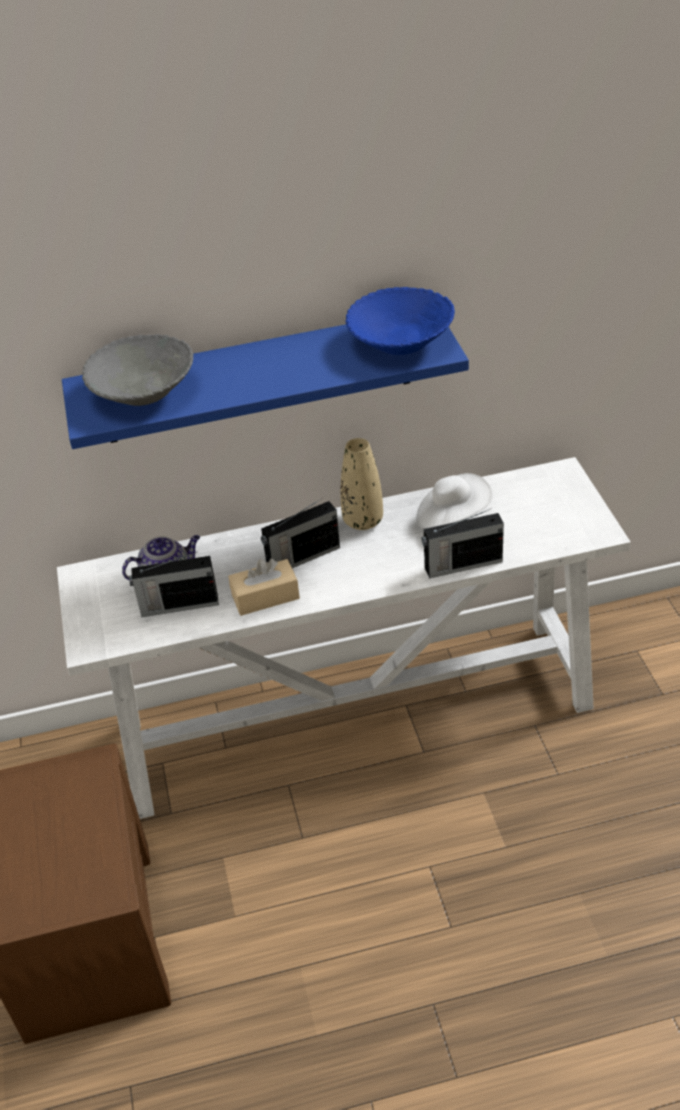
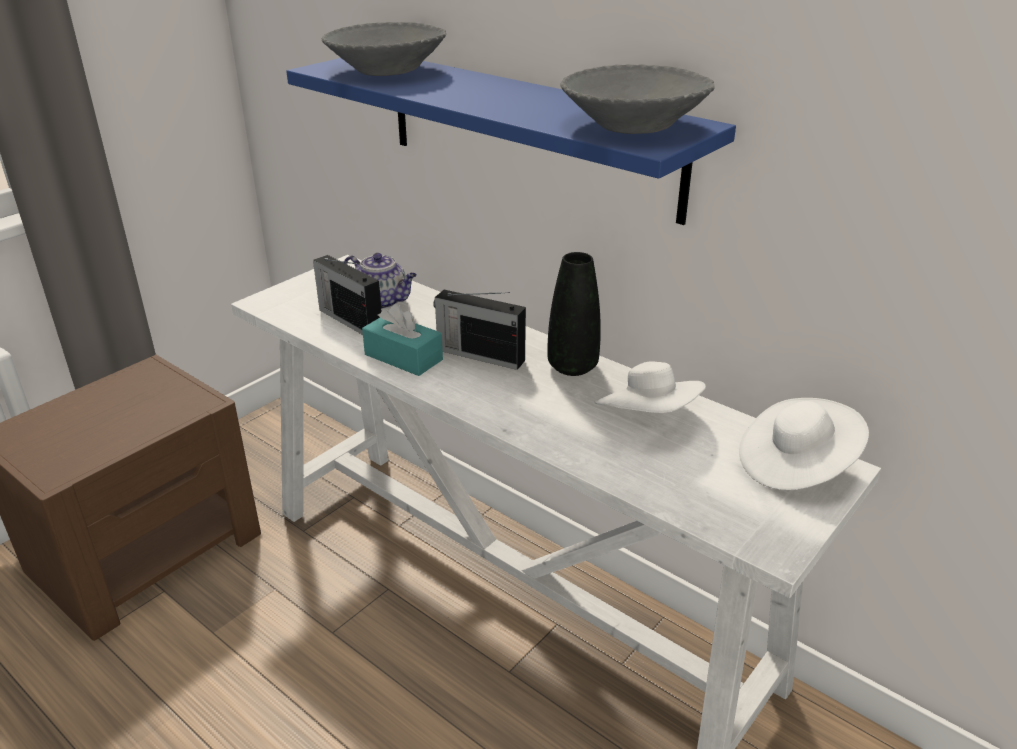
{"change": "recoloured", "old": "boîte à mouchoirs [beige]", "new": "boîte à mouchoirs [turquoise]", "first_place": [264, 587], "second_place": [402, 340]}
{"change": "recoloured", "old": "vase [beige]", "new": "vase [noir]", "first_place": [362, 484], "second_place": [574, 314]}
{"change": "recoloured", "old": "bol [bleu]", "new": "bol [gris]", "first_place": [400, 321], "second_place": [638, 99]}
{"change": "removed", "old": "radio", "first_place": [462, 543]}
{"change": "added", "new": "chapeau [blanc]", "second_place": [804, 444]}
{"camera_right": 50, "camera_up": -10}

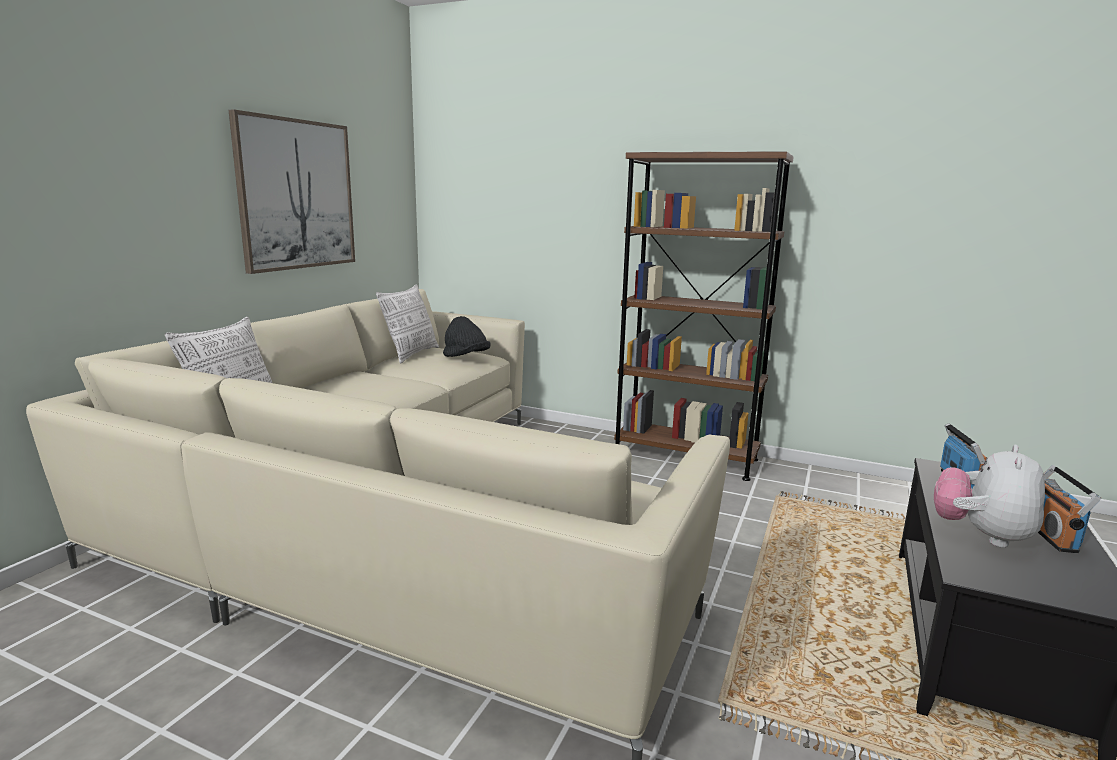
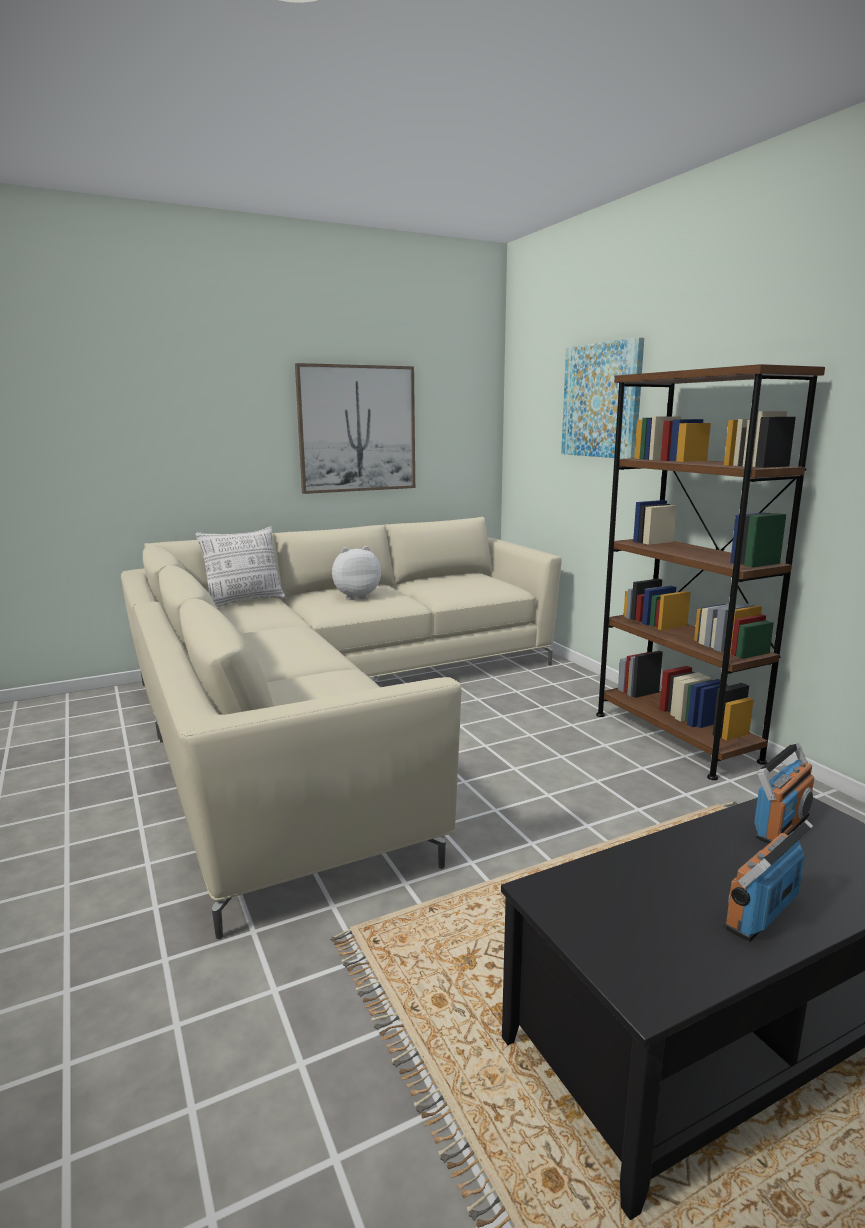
{"change": "removed", "old": "coussin", "first_place": [407, 323]}
{"change": "removed", "old": "chapeau [noir]", "first_place": [467, 336]}
{"change": "moved", "old": "peluche", "first_place": [989, 496], "second_place": [356, 573]}
{"change": "added", "new": "tableau", "second_place": [602, 398]}
{"camera_right": 40, "camera_up": 0}

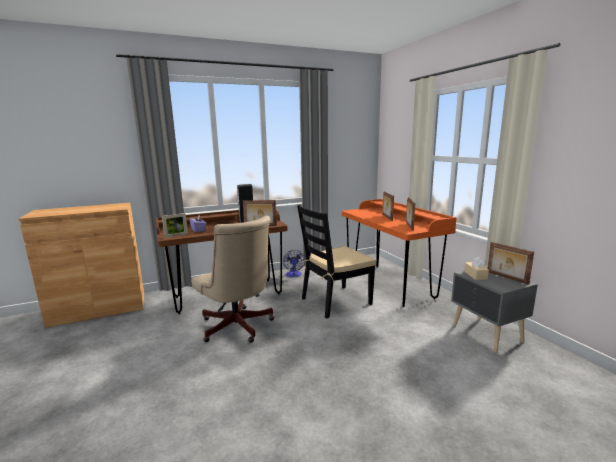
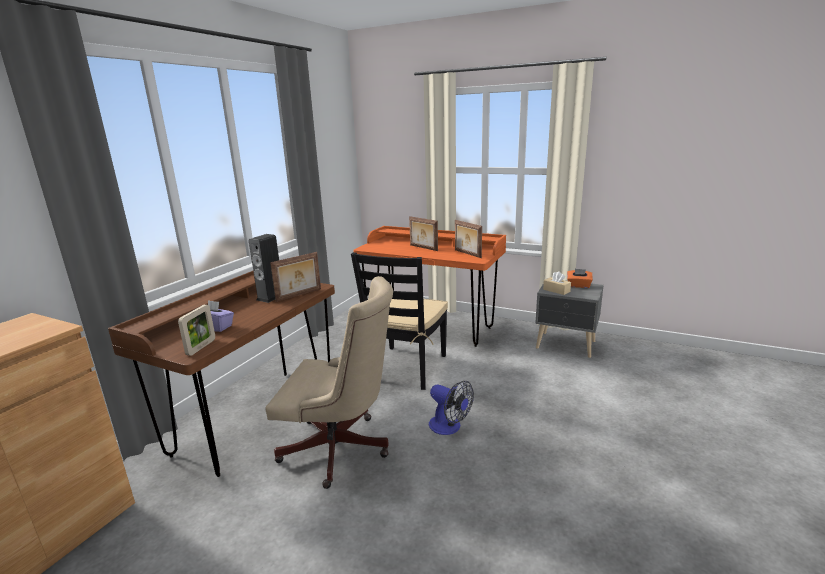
{"change": "moved", "old": "ventilateur", "first_place": [294, 263], "second_place": [451, 408]}
{"change": "replaced", "old": "cadre photo", "new": "boîte à mouchoirs [orange]", "first_place": [510, 263], "second_place": [580, 278]}
{"camera_right": -40, "camera_up": 5}

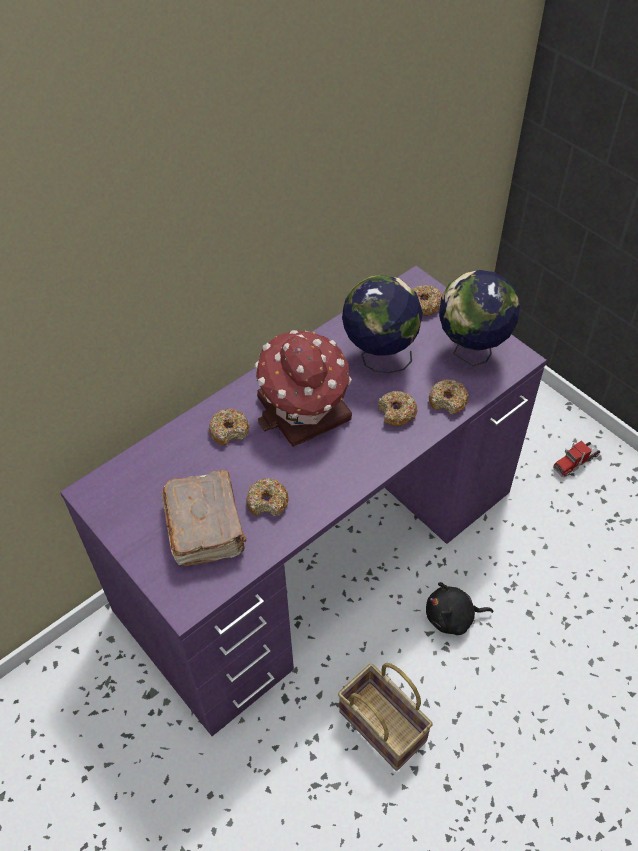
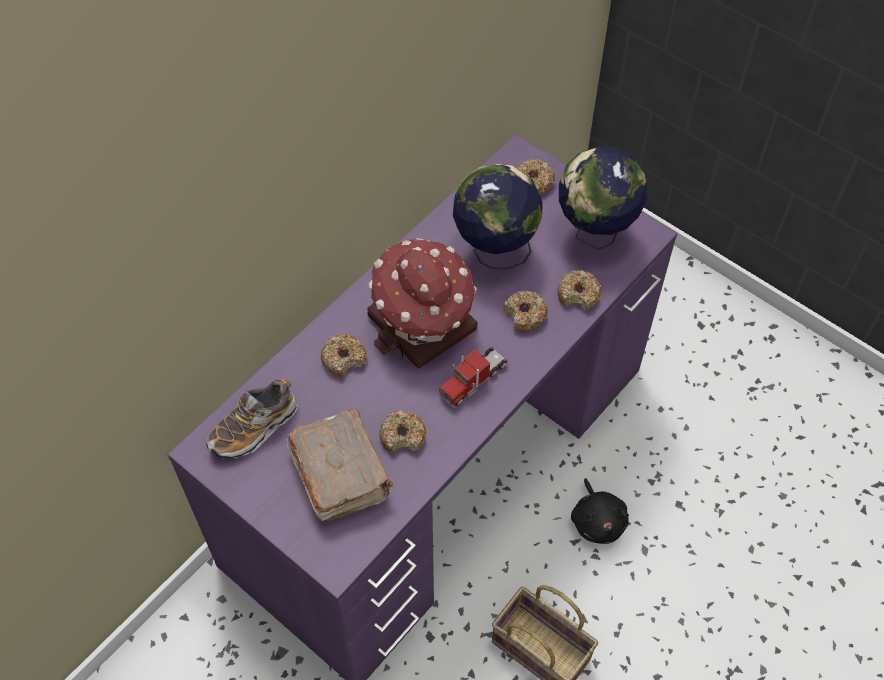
{"change": "turned", "old": "peluche [noir]", "first_place": [460, 608], "second_place": [600, 511], "degrees": -90}
{"change": "moved", "old": "camion jouet", "first_place": [576, 459], "second_place": [473, 377]}
{"change": "added", "new": "chaussure", "second_place": [252, 419]}
{"camera_right": -10, "camera_up": 5}

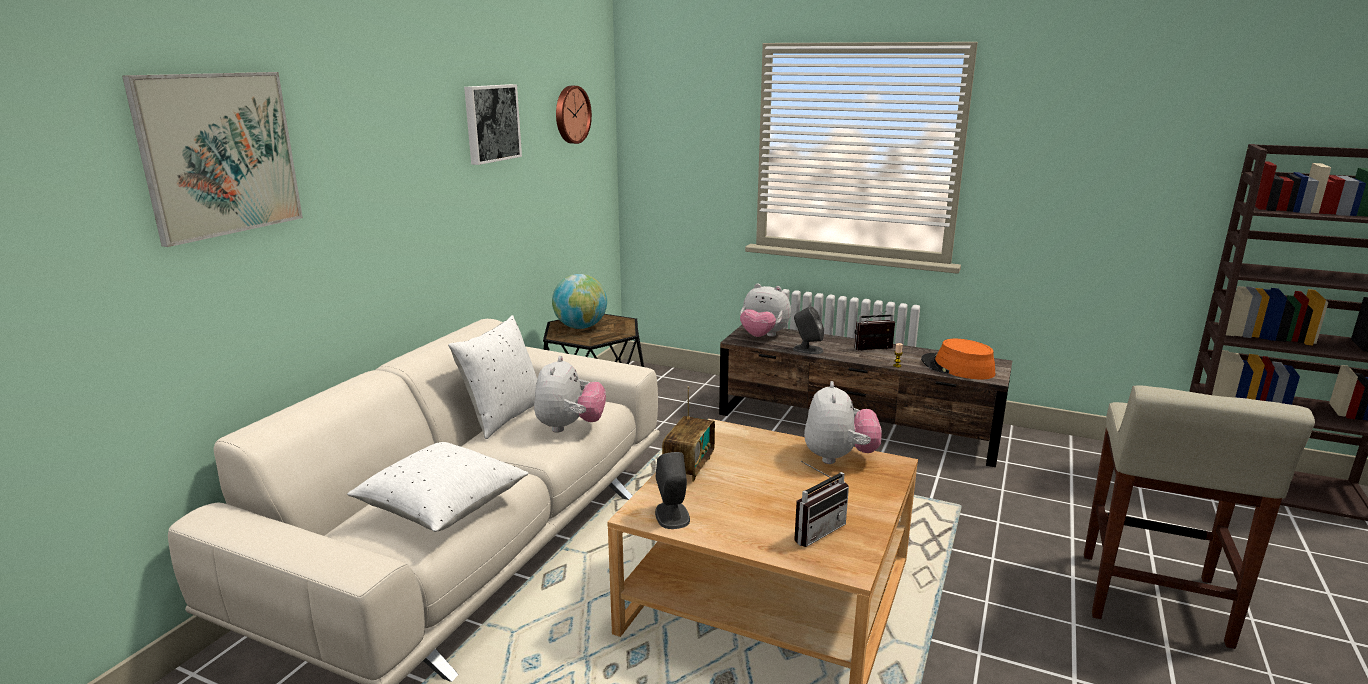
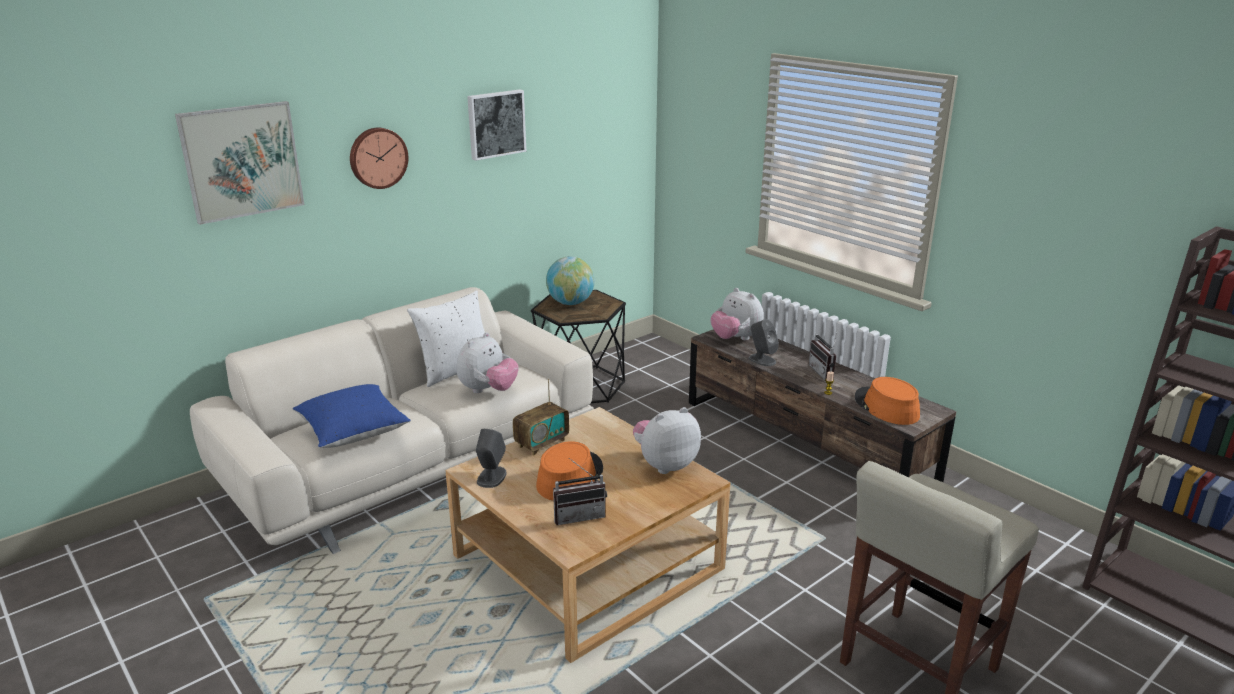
{"change": "recoloured", "old": "coussin [blanc]", "new": "coussin [bleu]", "first_place": [438, 487], "second_place": [352, 416]}
{"change": "moved", "old": "horloge murale", "first_place": [574, 115], "second_place": [379, 158]}
{"change": "turned", "old": "peluche", "first_place": [843, 422], "second_place": [667, 440], "degrees": -150}
{"change": "turned", "old": "radio", "first_place": [874, 331], "second_place": [823, 355], "degrees": -120}
{"change": "added", "new": "chapeau [orange]", "second_place": [569, 471]}
{"camera_right": 25, "camera_up": 5}

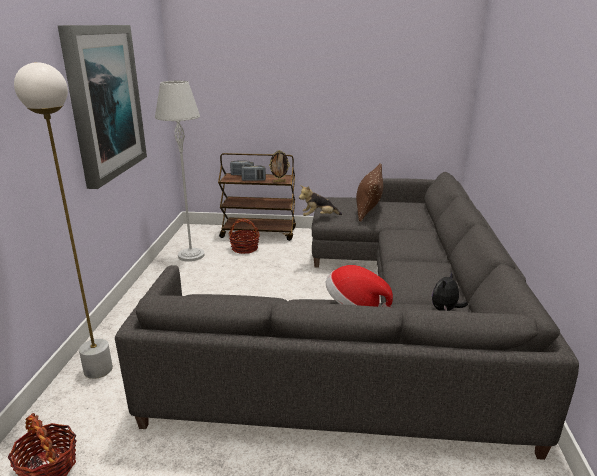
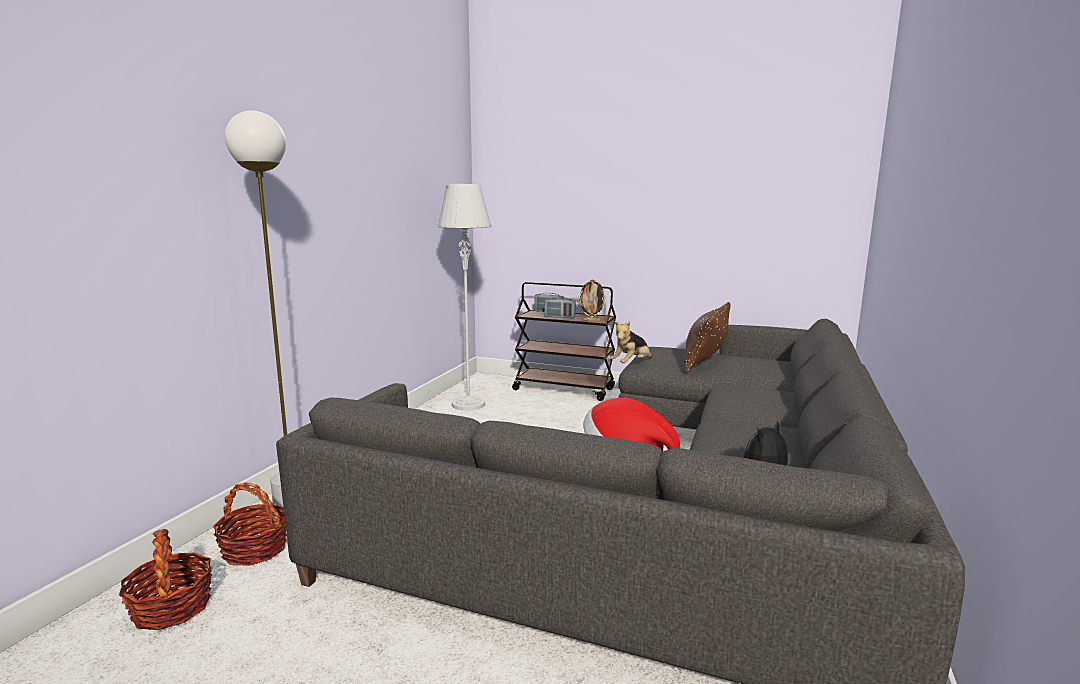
{"change": "removed", "old": "tableau", "first_place": [102, 107]}
{"change": "moved", "old": "panier", "first_place": [244, 236], "second_place": [250, 524]}
{"change": "turned", "old": "peluche", "first_place": [320, 200], "second_place": [631, 342], "degrees": -45}
{"camera_right": 15, "camera_up": -10}

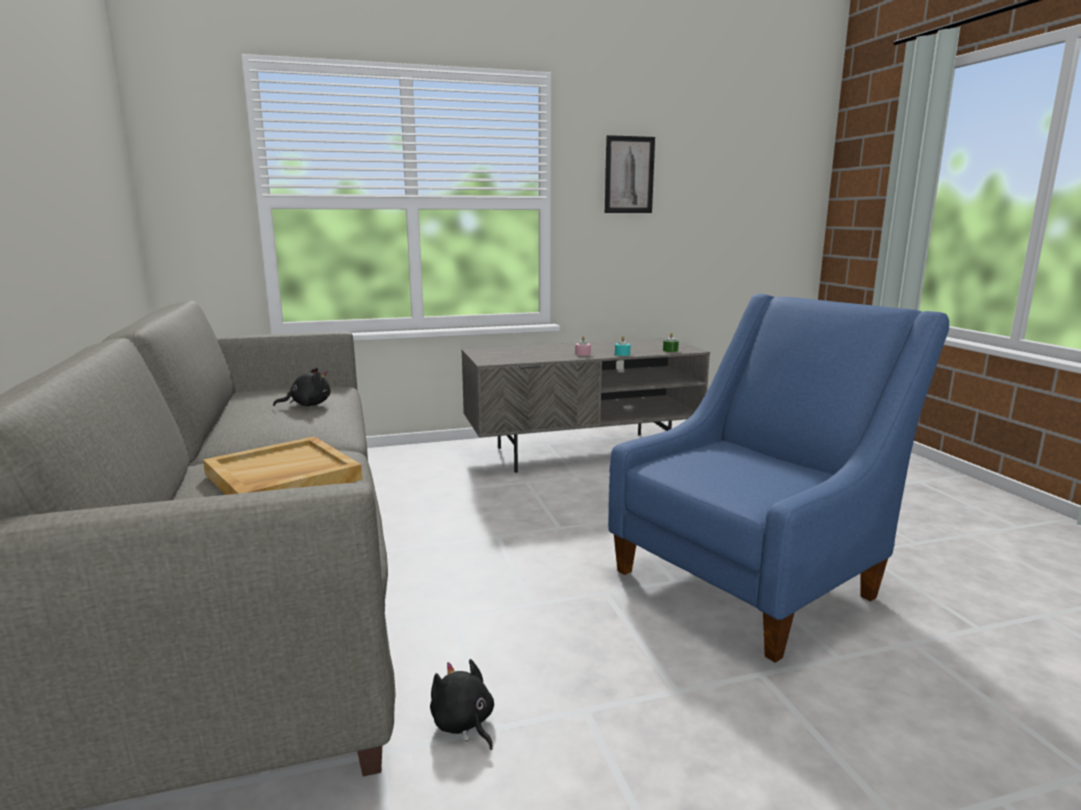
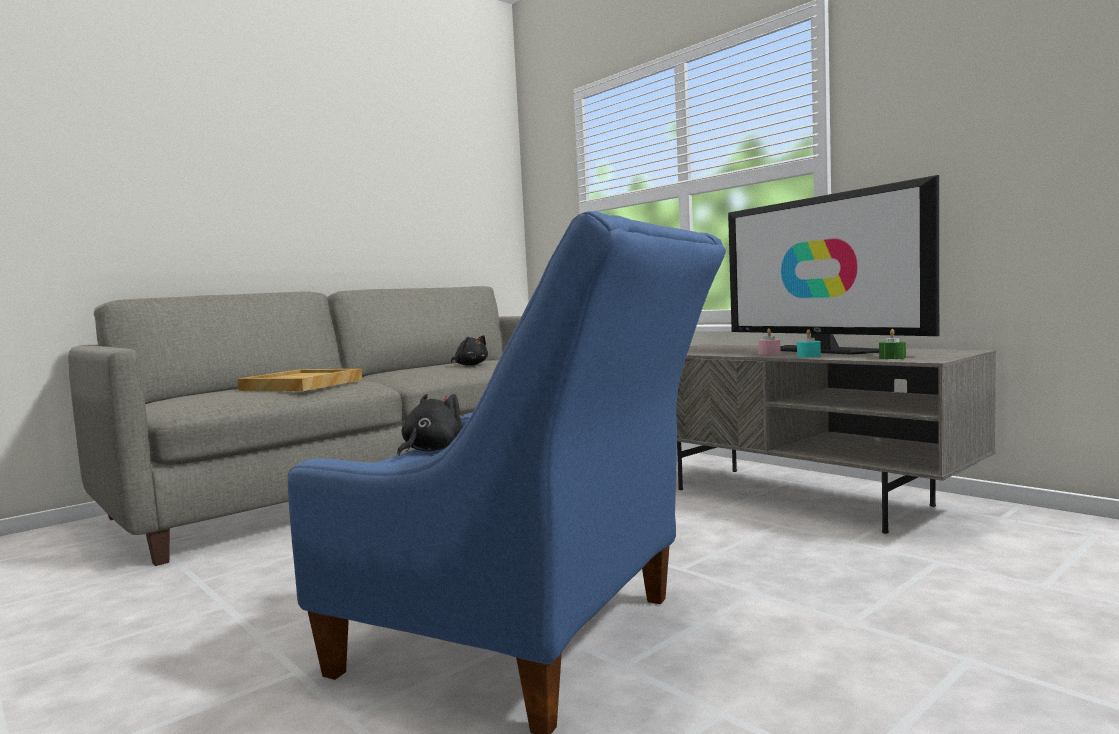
{"change": "moved", "old": "peluche [noir]", "first_place": [462, 704], "second_place": [430, 425]}
{"change": "removed", "old": "tableau", "first_place": [630, 174]}
{"change": "added", "new": "téléviseur", "second_place": [833, 265]}
{"camera_right": 65, "camera_up": -10}

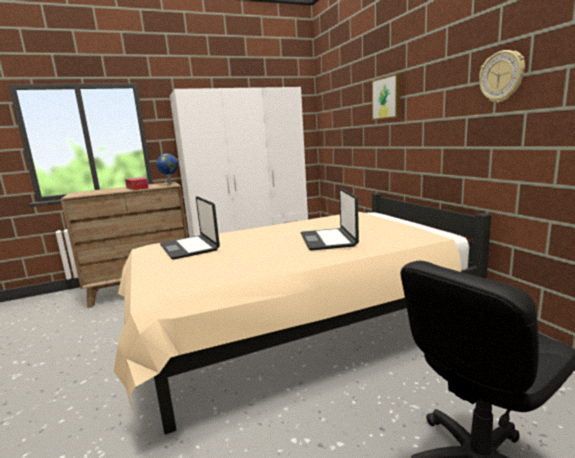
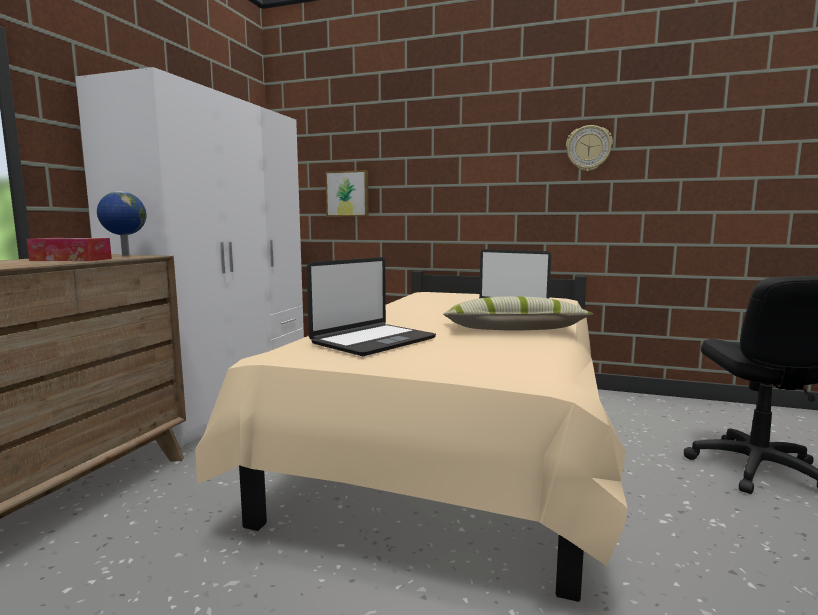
{"change": "turned", "old": "ordinateur portable", "first_place": [190, 227], "second_place": [371, 306], "degrees": -60}
{"change": "moved", "old": "tableau", "first_place": [386, 97], "second_place": [347, 193]}
{"change": "added", "new": "coussin", "second_place": [518, 313]}
{"camera_right": -50, "camera_up": -5}

